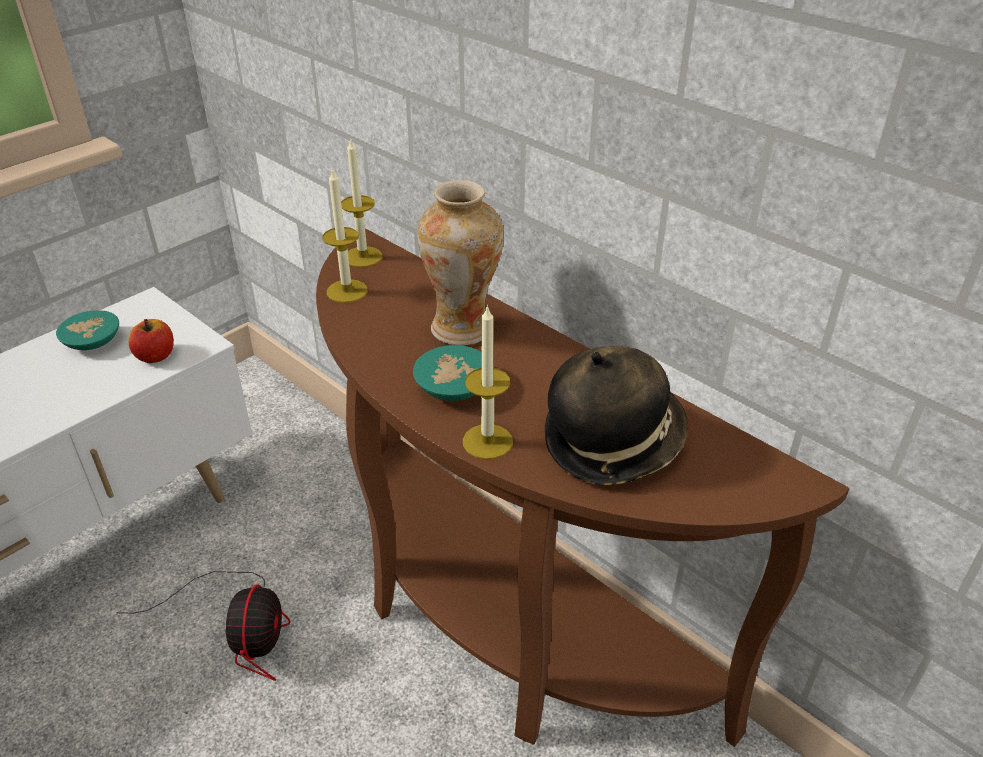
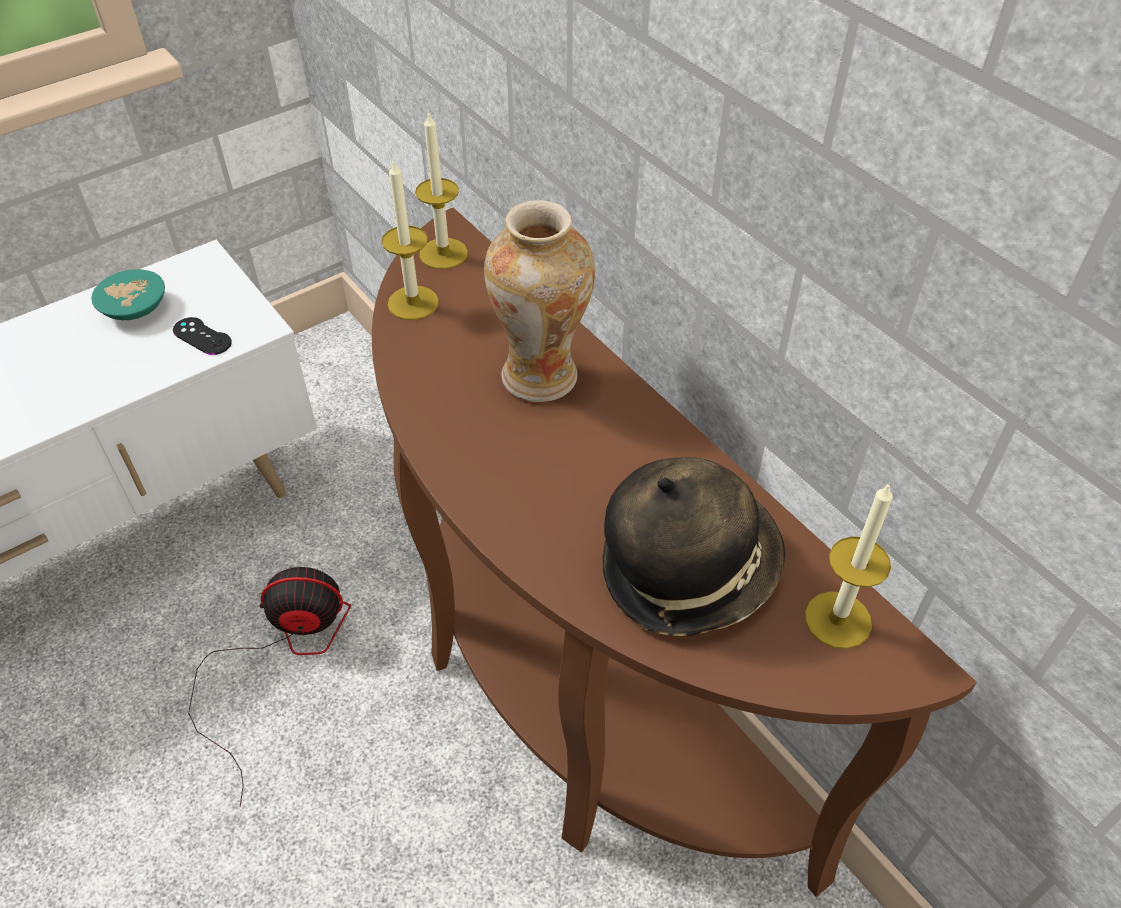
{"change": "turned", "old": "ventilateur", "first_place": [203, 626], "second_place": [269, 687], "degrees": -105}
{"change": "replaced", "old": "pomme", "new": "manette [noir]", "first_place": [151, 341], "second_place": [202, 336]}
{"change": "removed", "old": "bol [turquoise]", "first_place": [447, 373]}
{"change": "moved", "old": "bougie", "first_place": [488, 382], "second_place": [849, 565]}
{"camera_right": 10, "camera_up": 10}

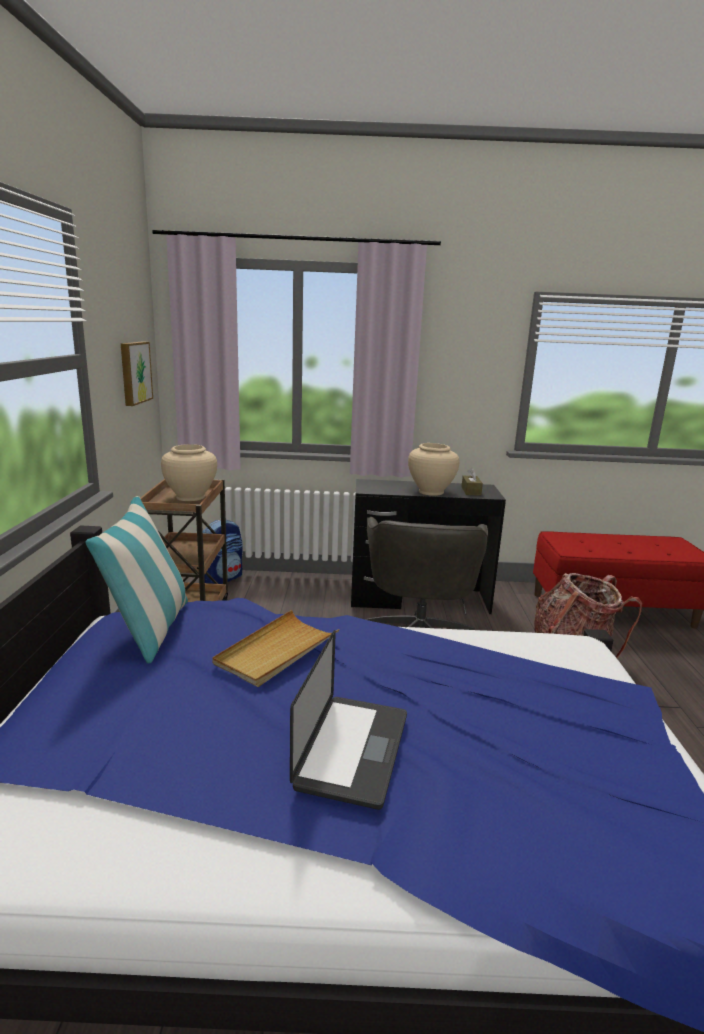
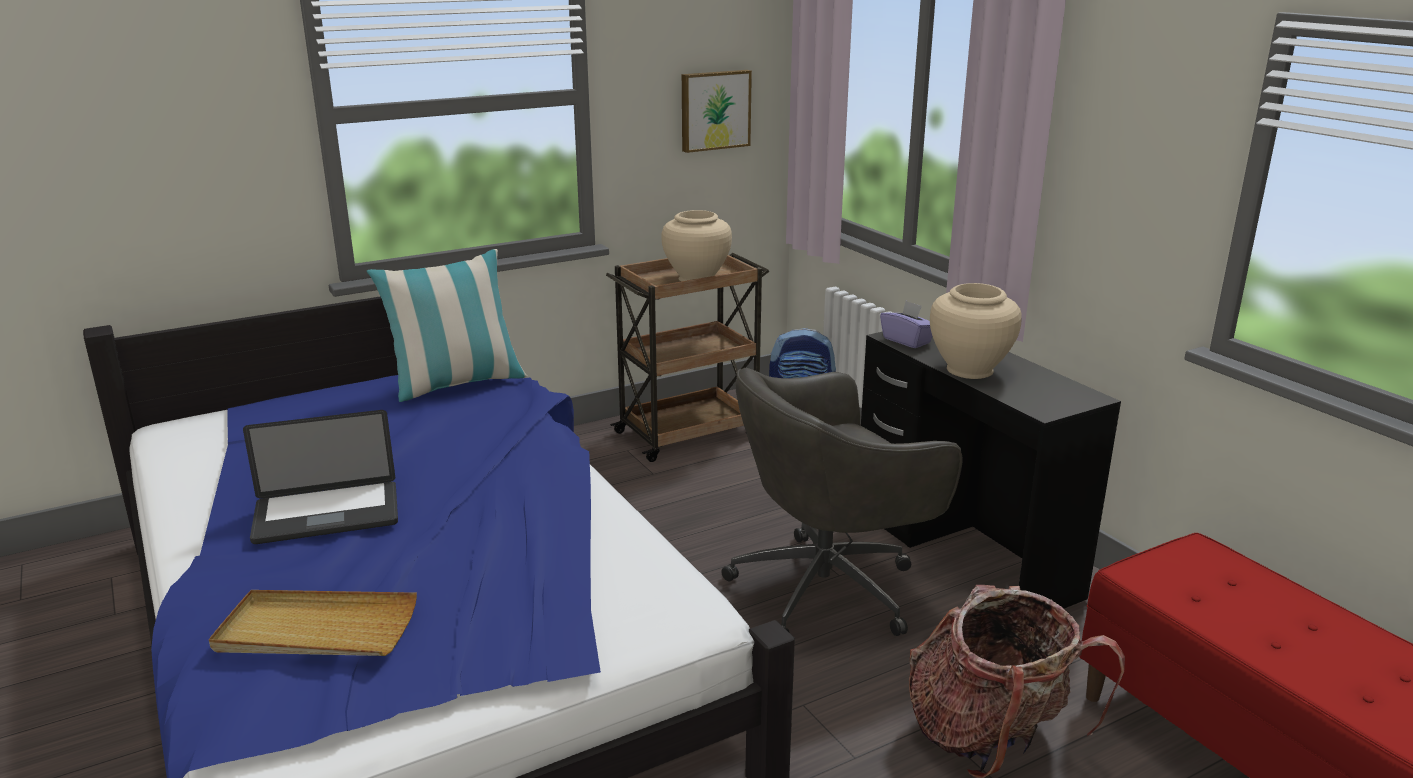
{"change": "moved", "old": "plateau [beige]", "first_place": [275, 648], "second_place": [313, 623]}
{"change": "removed", "old": "boîte à mouchoirs [marron]", "first_place": [472, 481]}
{"change": "added", "new": "boîte à mouchoirs [violet]", "second_place": [906, 324]}
{"camera_right": 60, "camera_up": 5}

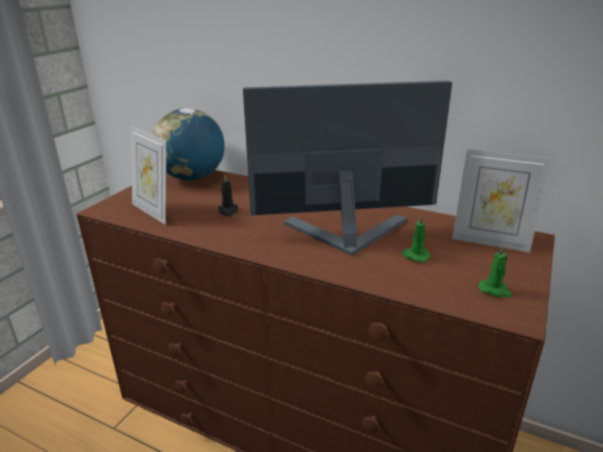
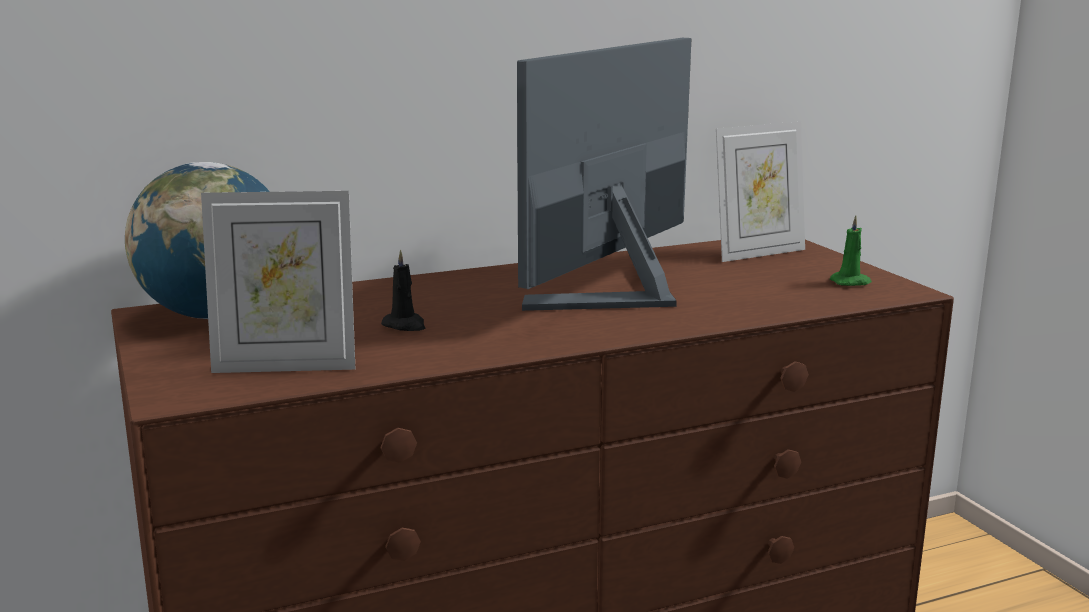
{"change": "removed", "old": "bougie [vert]", "first_place": [416, 238]}
{"camera_right": -50, "camera_up": -10}

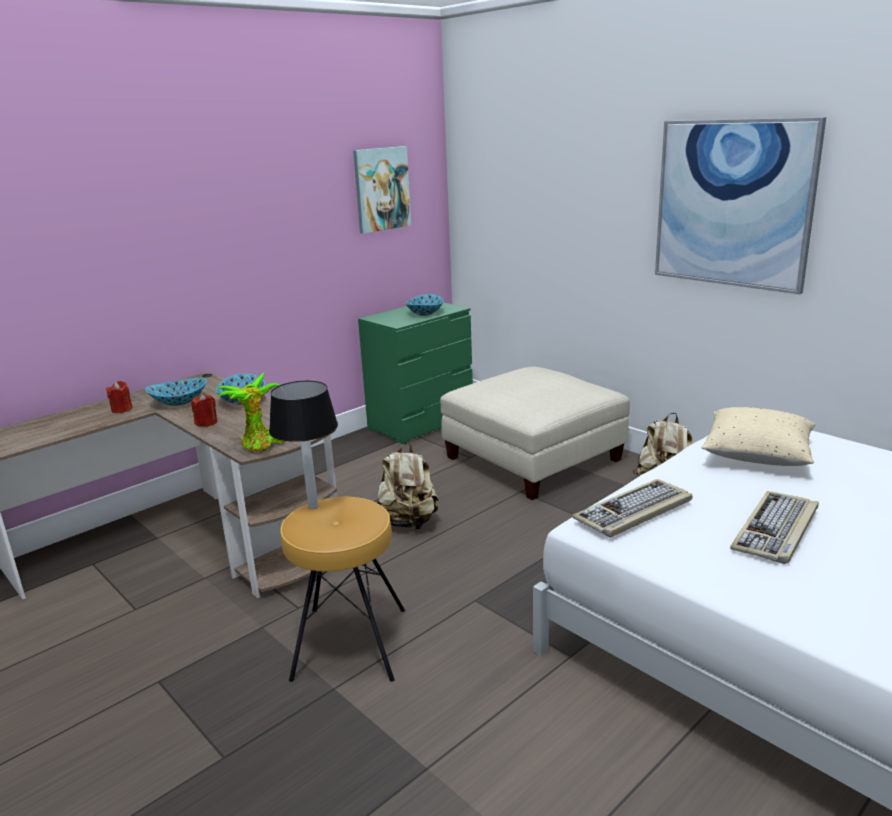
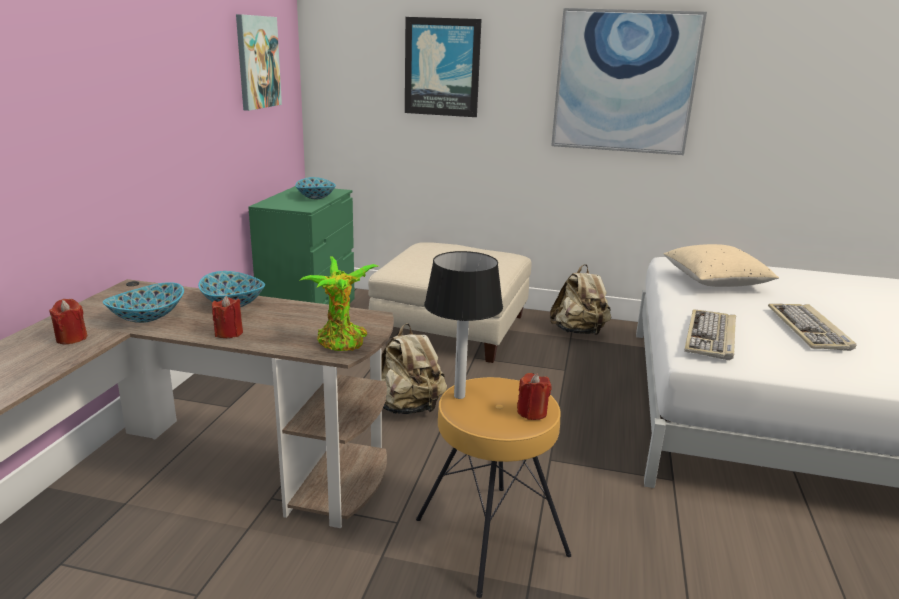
{"change": "added", "new": "tableau", "second_place": [443, 67]}
{"change": "added", "new": "bougie [rouge]", "second_place": [534, 396]}
{"camera_right": -35, "camera_up": 0}

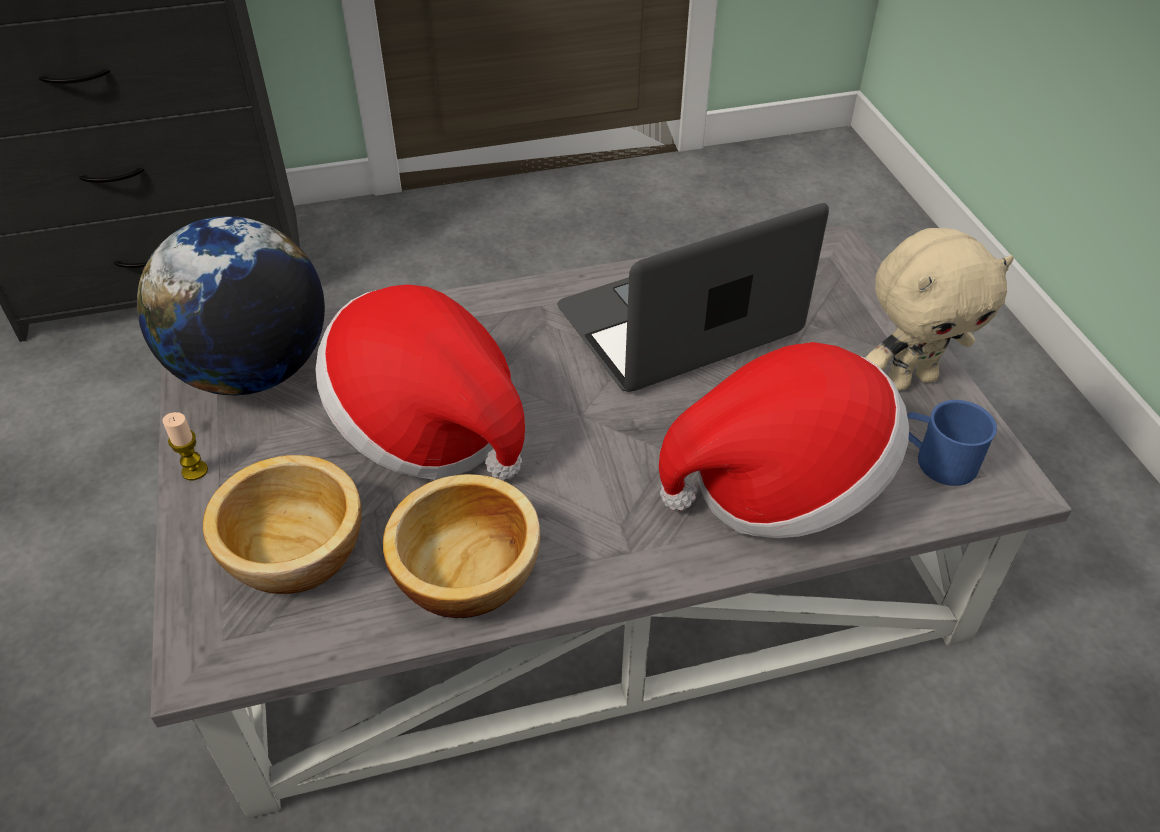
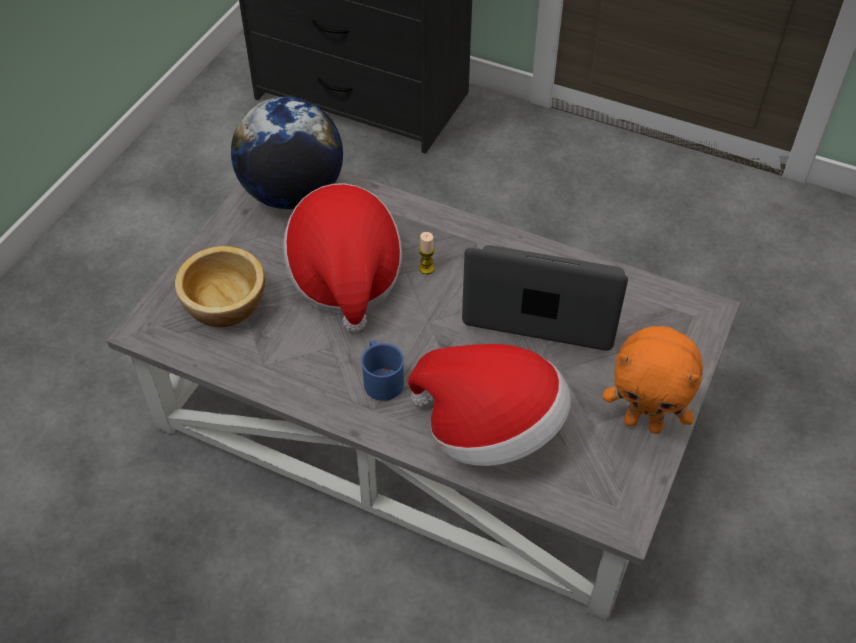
{"change": "moved", "old": "bougie", "first_place": [185, 446], "second_place": [427, 253]}
{"change": "removed", "old": "bol", "first_place": [461, 546]}
{"change": "recoloured", "old": "peluche [beige]", "new": "peluche [orange]", "first_place": [939, 309], "second_place": [653, 380]}
{"change": "moved", "old": "mug [bleu]", "first_place": [952, 443], "second_place": [382, 370]}
{"camera_right": 40, "camera_up": 5}

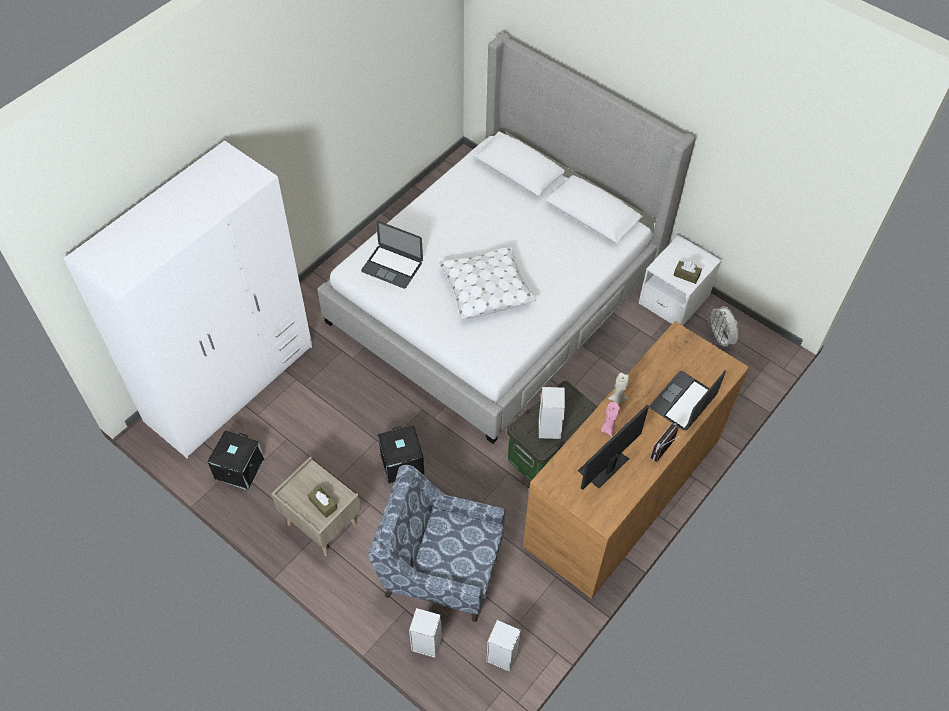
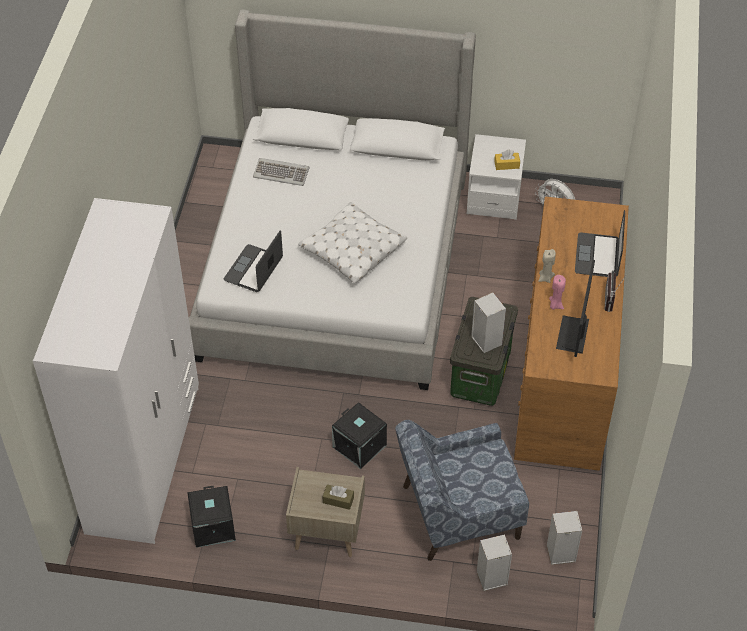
{"change": "turned", "old": "ordinateur portable", "first_place": [392, 255], "second_place": [253, 261], "degrees": 120}
{"change": "recoloured", "old": "boîte à mouchoirs [marron]", "new": "boîte à mouchoirs [jaune]", "first_place": [687, 272], "second_place": [507, 160]}
{"change": "added", "new": "clavier", "second_place": [281, 172]}
{"camera_right": -30, "camera_up": -5}

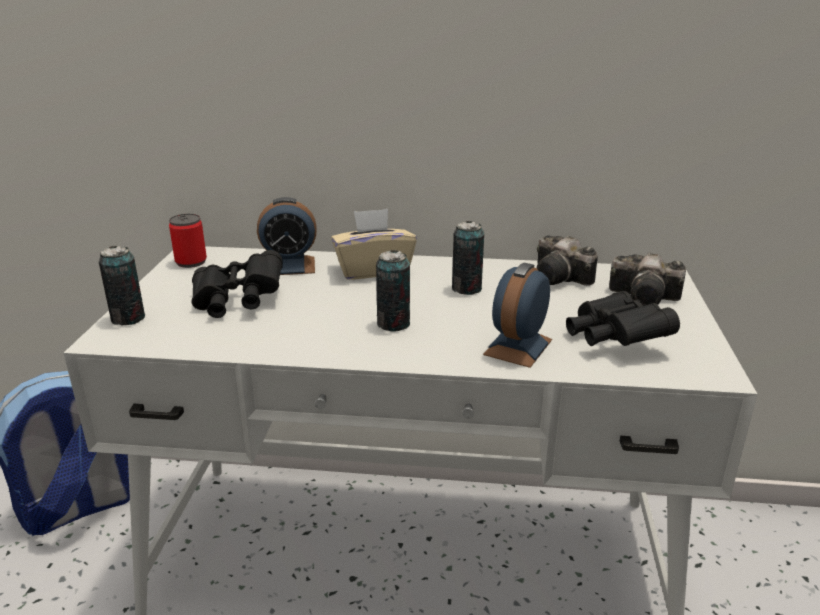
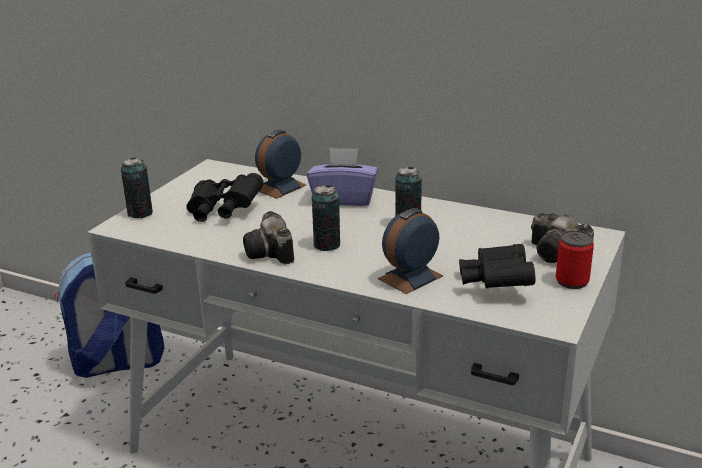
{"change": "moved", "old": "boîte métallique", "first_place": [188, 241], "second_place": [575, 259]}
{"change": "turned", "old": "réveil", "first_place": [287, 236], "second_place": [280, 164], "degrees": 120}
{"change": "recoloured", "old": "boîte à mouchoirs [beige]", "new": "boîte à mouchoirs [violet]", "first_place": [374, 244], "second_place": [342, 176]}
{"change": "moved", "old": "appareil photo", "first_place": [567, 260], "second_place": [268, 237]}
{"camera_right": 20, "camera_up": 0}

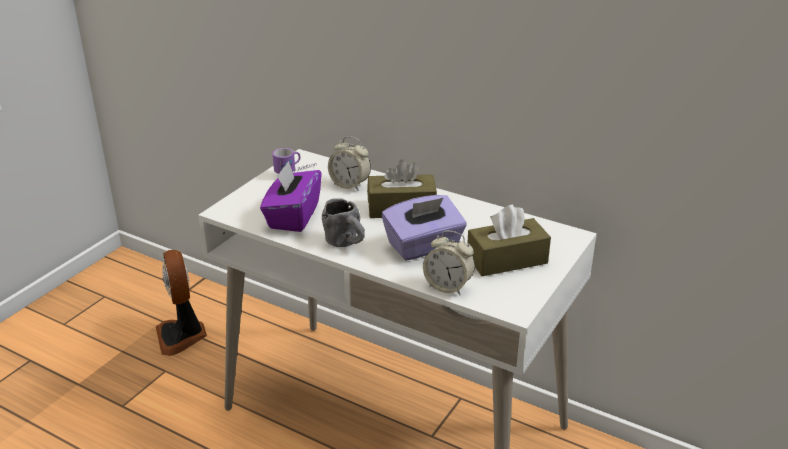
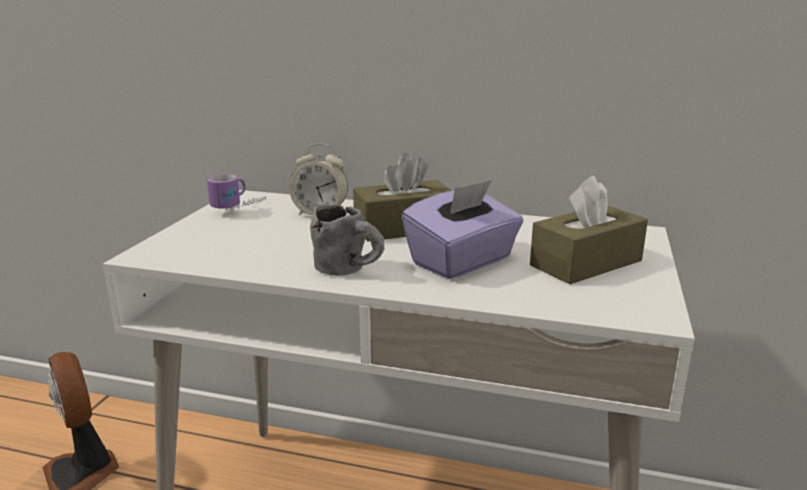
{"change": "removed", "old": "boîte à mouchoirs [violet]", "first_place": [291, 196]}
{"change": "removed", "old": "réveil", "first_place": [449, 263]}
{"camera_right": -15, "camera_up": -10}

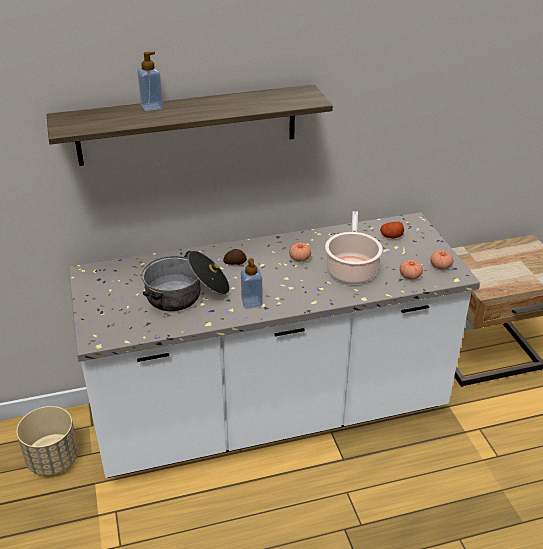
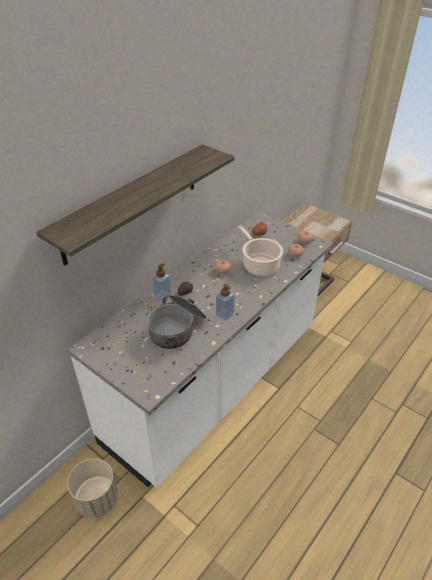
{"change": "moved", "old": "distributeur de savon", "first_place": [150, 81], "second_place": [162, 282]}
{"camera_right": -35, "camera_up": 5}

